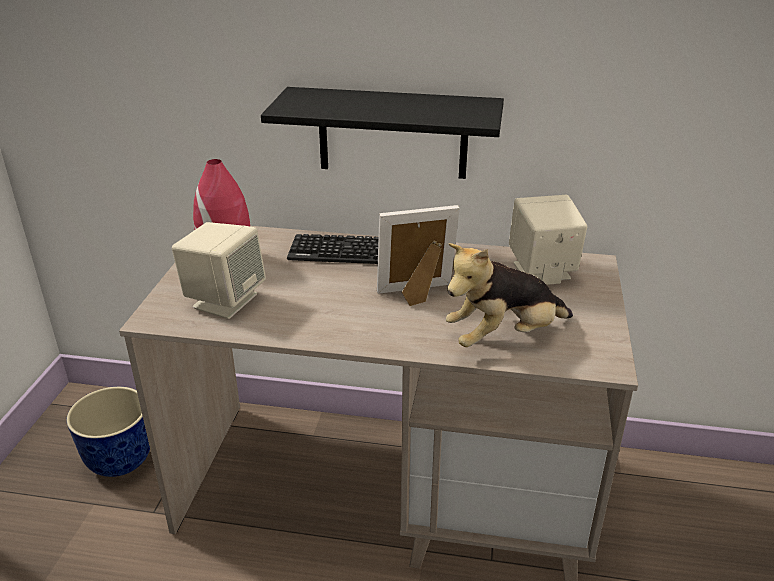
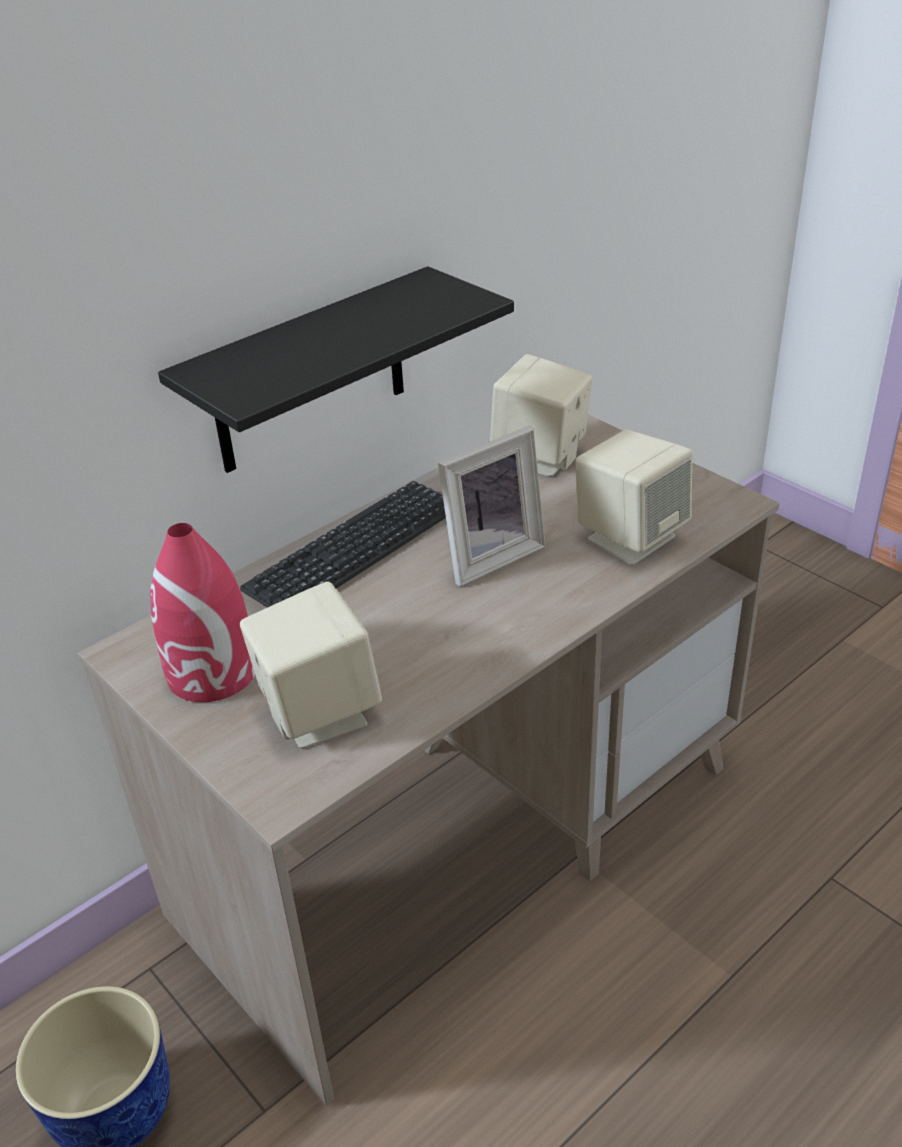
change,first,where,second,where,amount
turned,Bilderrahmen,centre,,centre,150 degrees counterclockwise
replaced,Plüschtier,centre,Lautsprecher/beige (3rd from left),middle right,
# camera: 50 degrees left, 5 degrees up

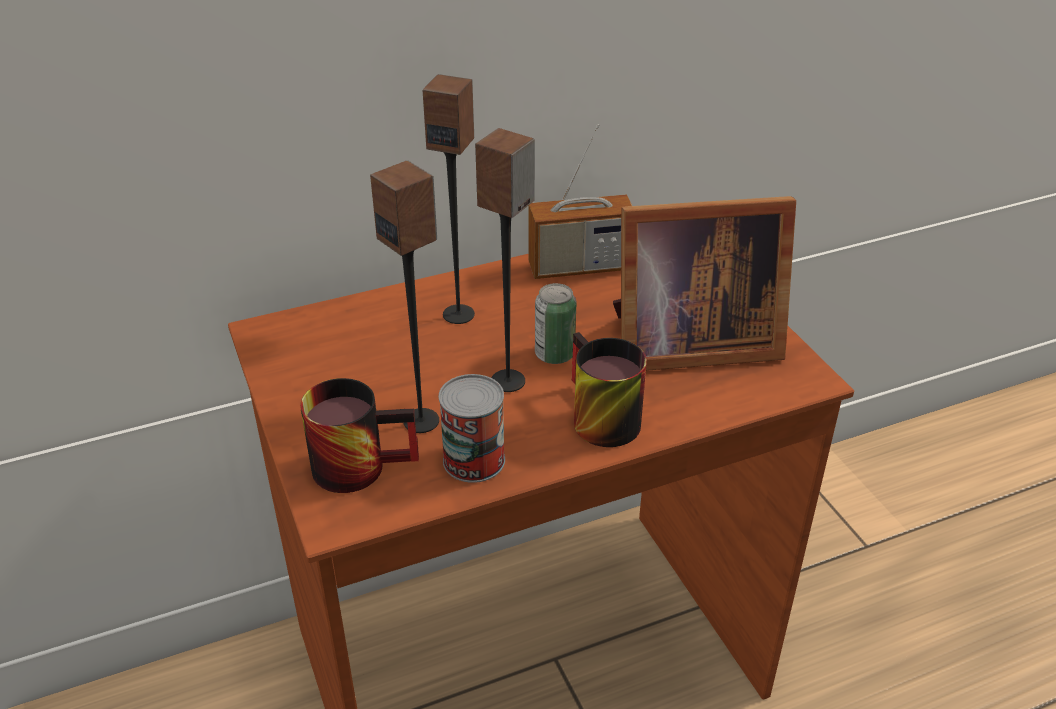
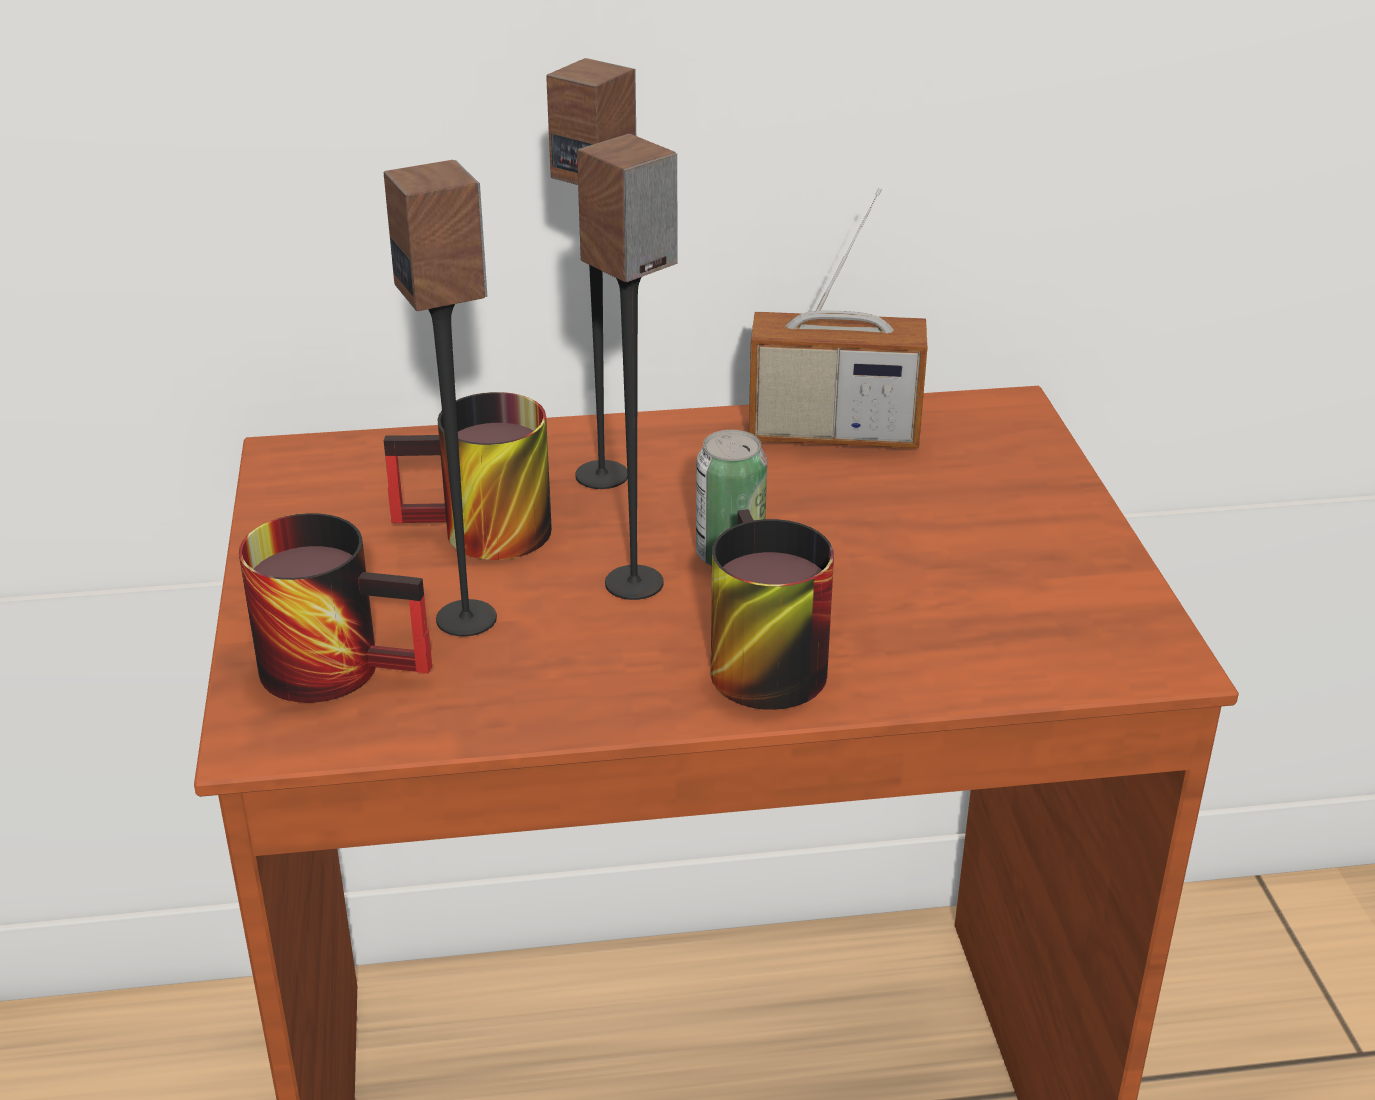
change,first,where,second,where,amount
added,,,Henkelbecher (2nd from left),centre,
removed,Dose (1st from left),centre,,,
removed,Bilderrahmen,middle right,,,
# camera: 15 degrees right, 5 degrees down

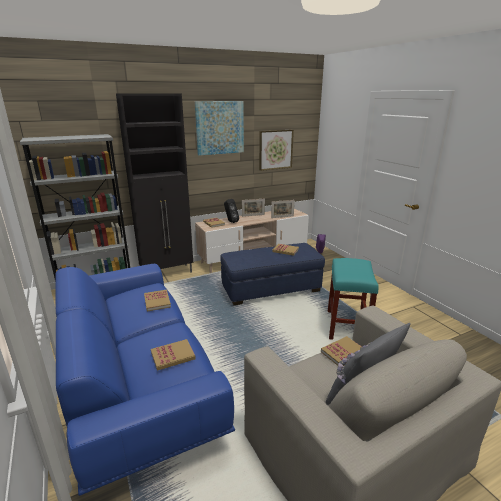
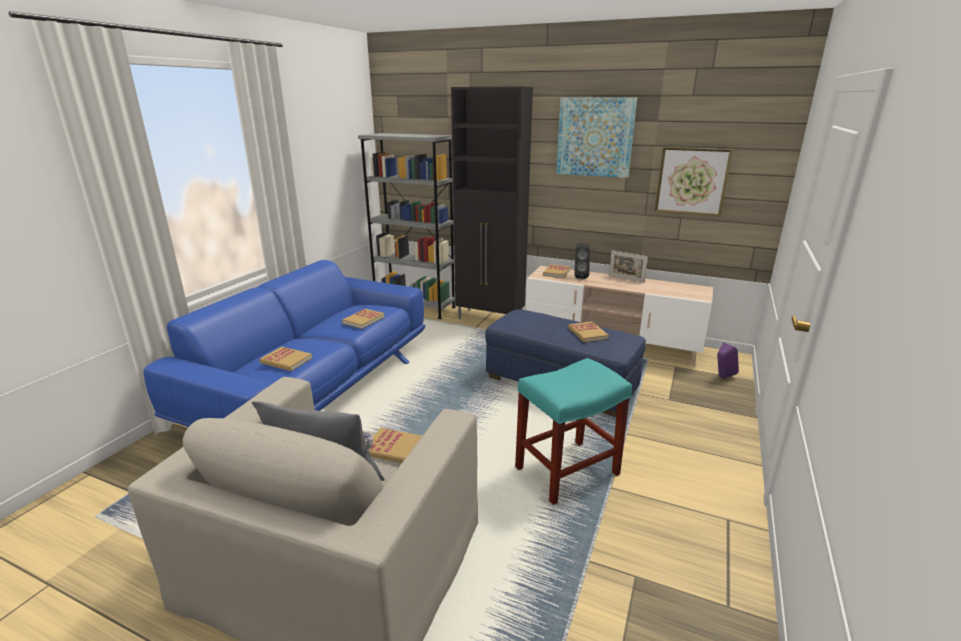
change,first,where,second,where,amount
removed,Bilderrahmen (2nd from left),centre,,,
# camera: 50 degrees right, 0 degrees up

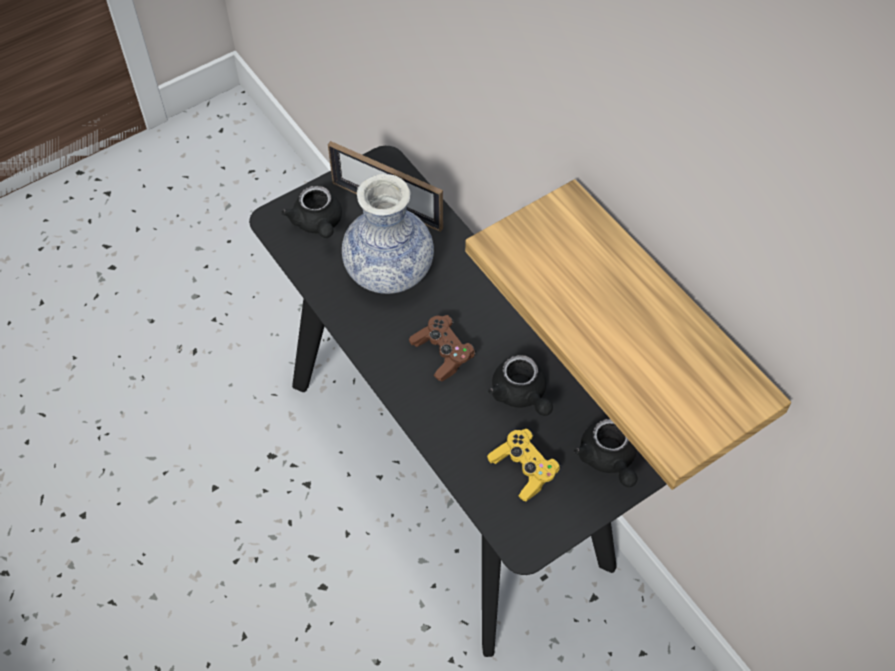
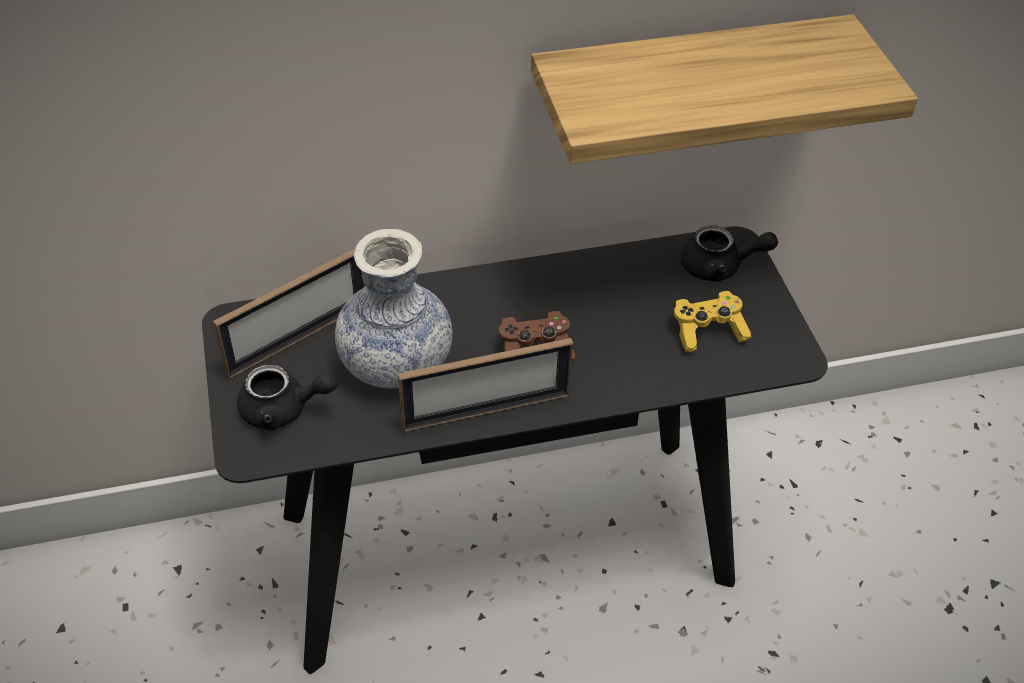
change,first,where,second,where,amount
added,,,Bilderrahmen (2nd from left),centre,
removed,Teekanne/schwarz (2nd from left),centre,,,
# camera: 70 degrees left, 10 degrees down

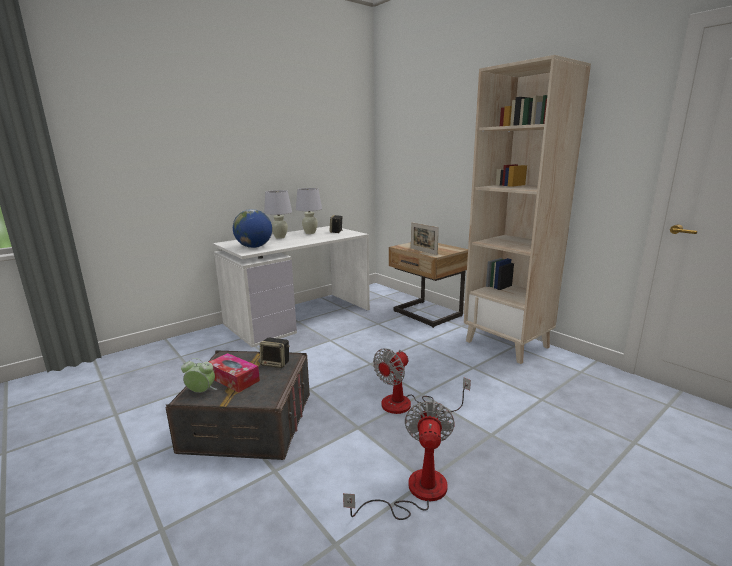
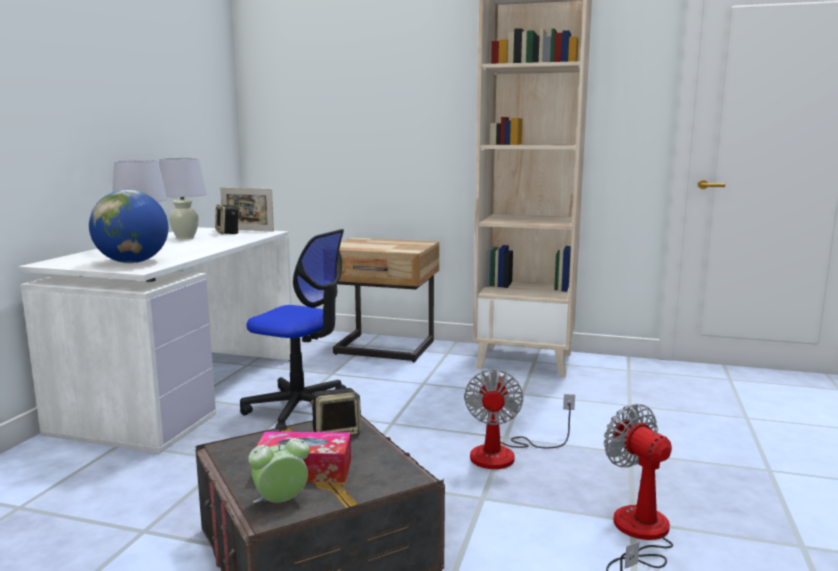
change,first,where,second,where,amount
moved,Bilderrahmen,centre,,middle left,
added,,,Bürostuhl,centre,
# camera: 35 degrees left, 5 degrees down

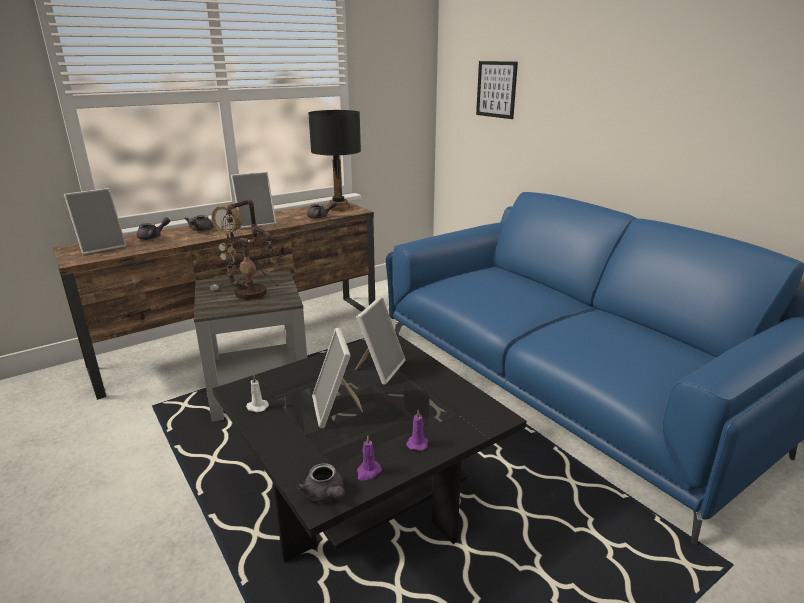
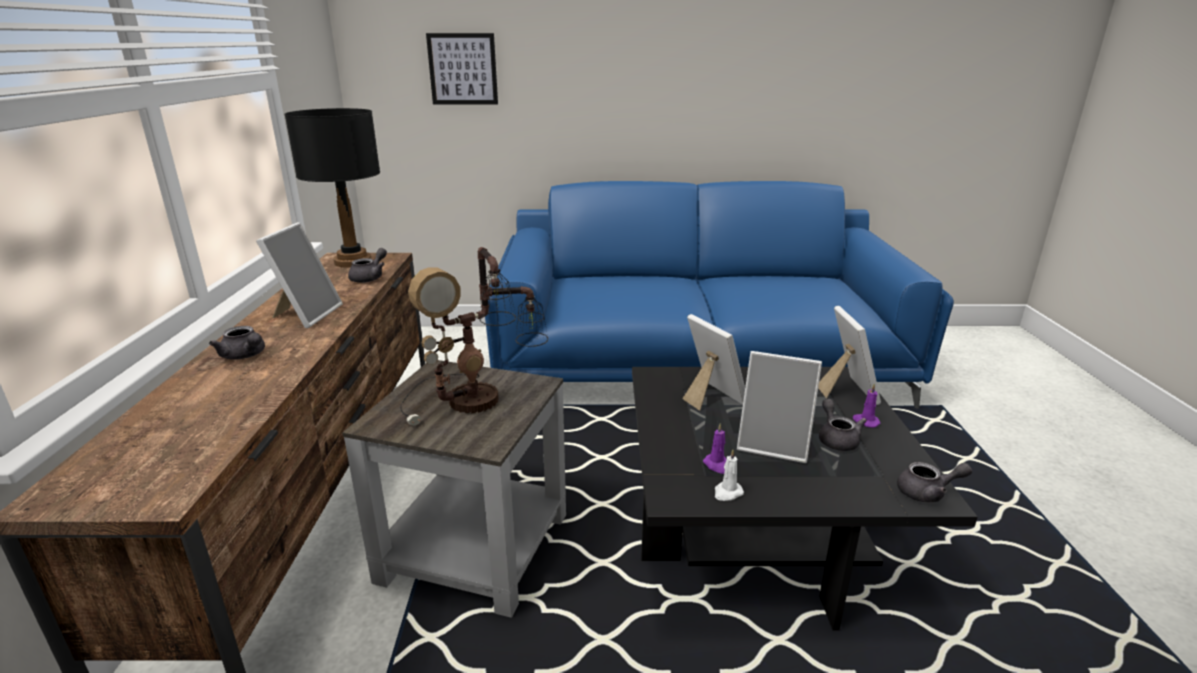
change,first,where,second,where,amount
moved,Kerze/lila (1st from left),bottom centre,,centre,
moved,Bilderrahmen (1st from left in the first image),middle left,Bilderrahmen (4th from left),middle right,
moved,Teekanne/grau (1st from left in the first image),middle left,Teekanne/grau (3rd from left),middle right,
# camera: 55 degrees left, 0 degrees up

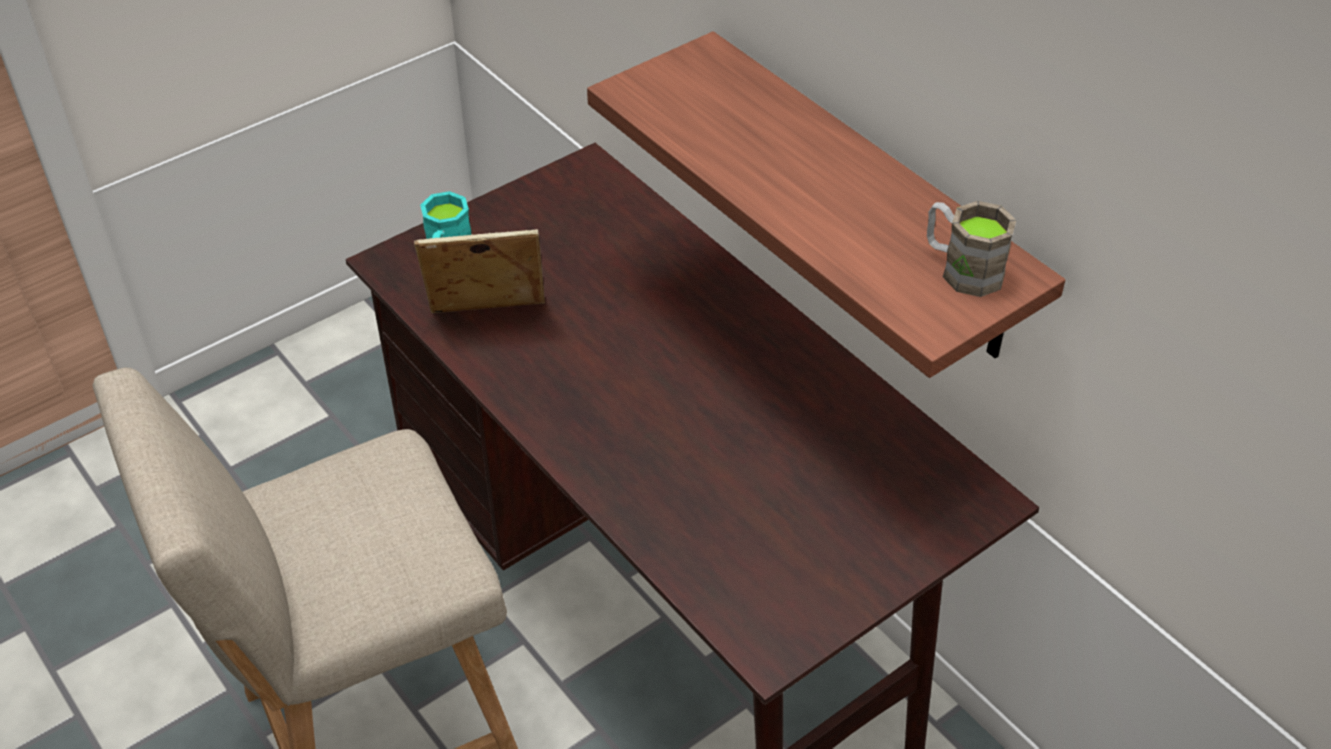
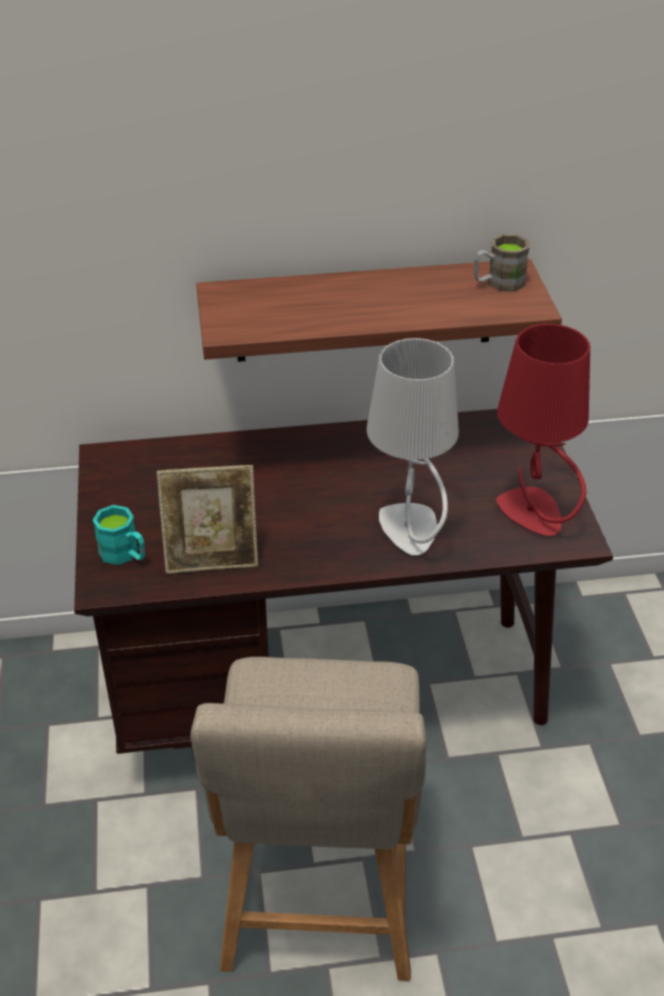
change,first,where,second,where,amount
turned,Bilderrahmen,centre,,middle left,120 degrees counterclockwise
added,,,Tischlampe/grau,centre,
added,,,Tischlampe/rot,middle right,
# camera: 60 degrees left, 5 degrees down

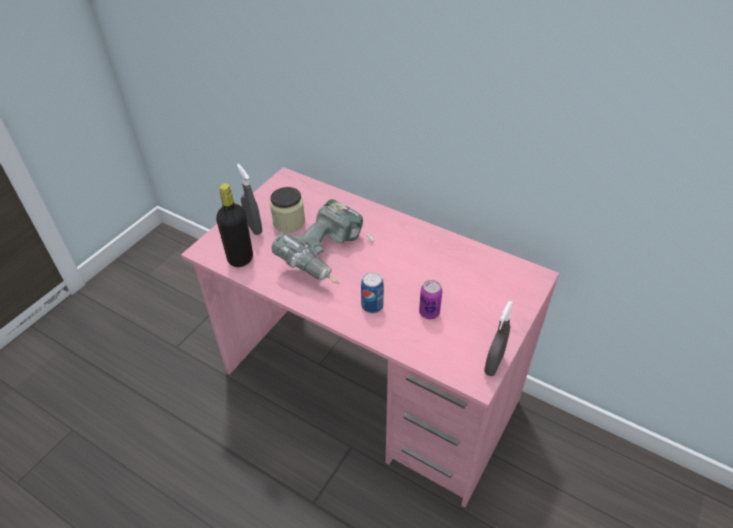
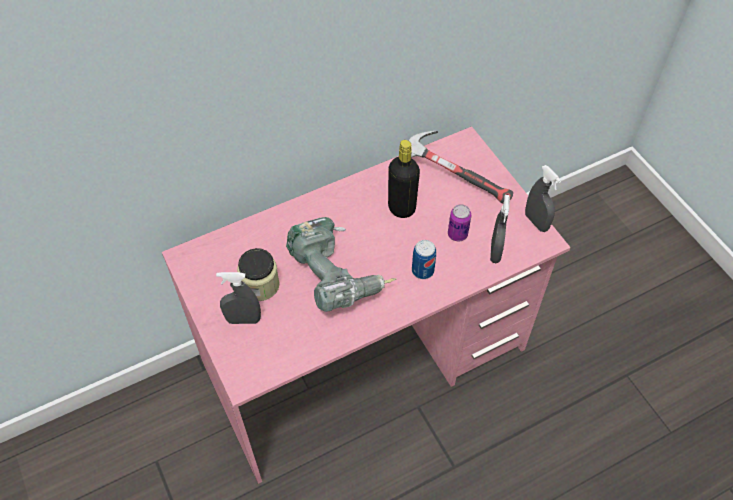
change,first,where,second,where,amount
moved,Flasche/schwarz,middle left,,centre,
added,,,Hammer,centre,
added,,,Sprühflasche/grau (2nd from left),middle right,
# camera: 60 degrees left, 10 degrees up

